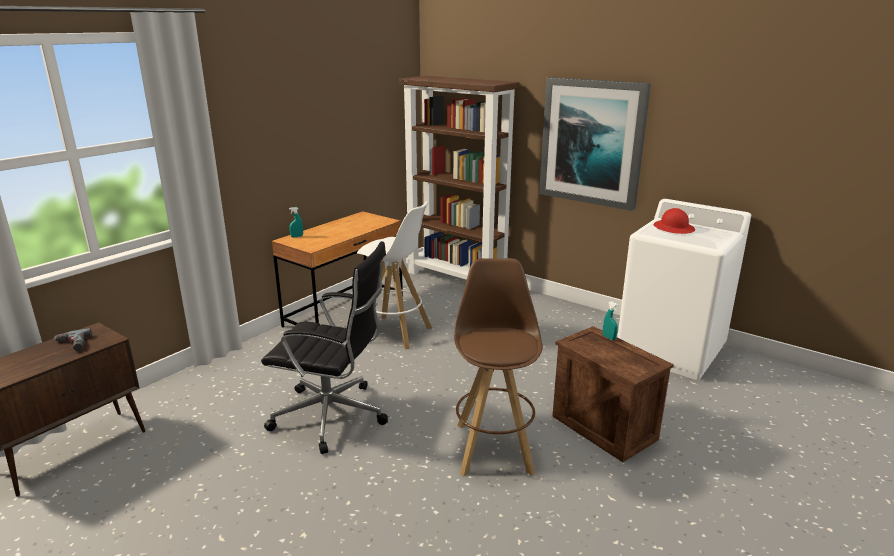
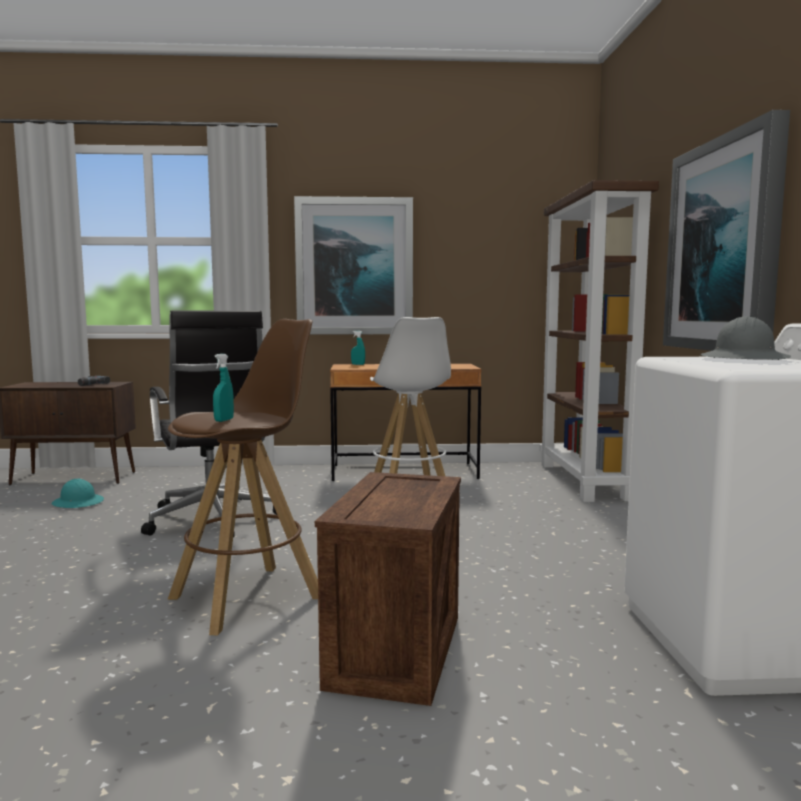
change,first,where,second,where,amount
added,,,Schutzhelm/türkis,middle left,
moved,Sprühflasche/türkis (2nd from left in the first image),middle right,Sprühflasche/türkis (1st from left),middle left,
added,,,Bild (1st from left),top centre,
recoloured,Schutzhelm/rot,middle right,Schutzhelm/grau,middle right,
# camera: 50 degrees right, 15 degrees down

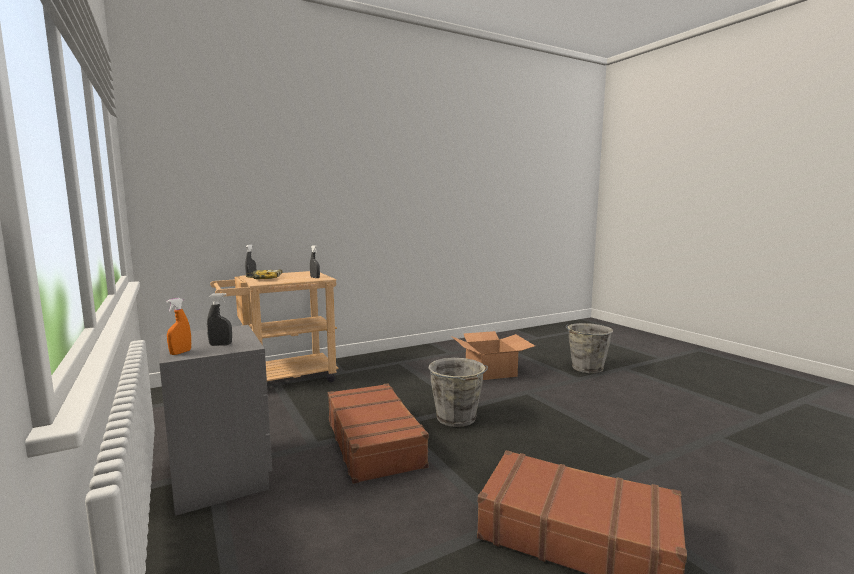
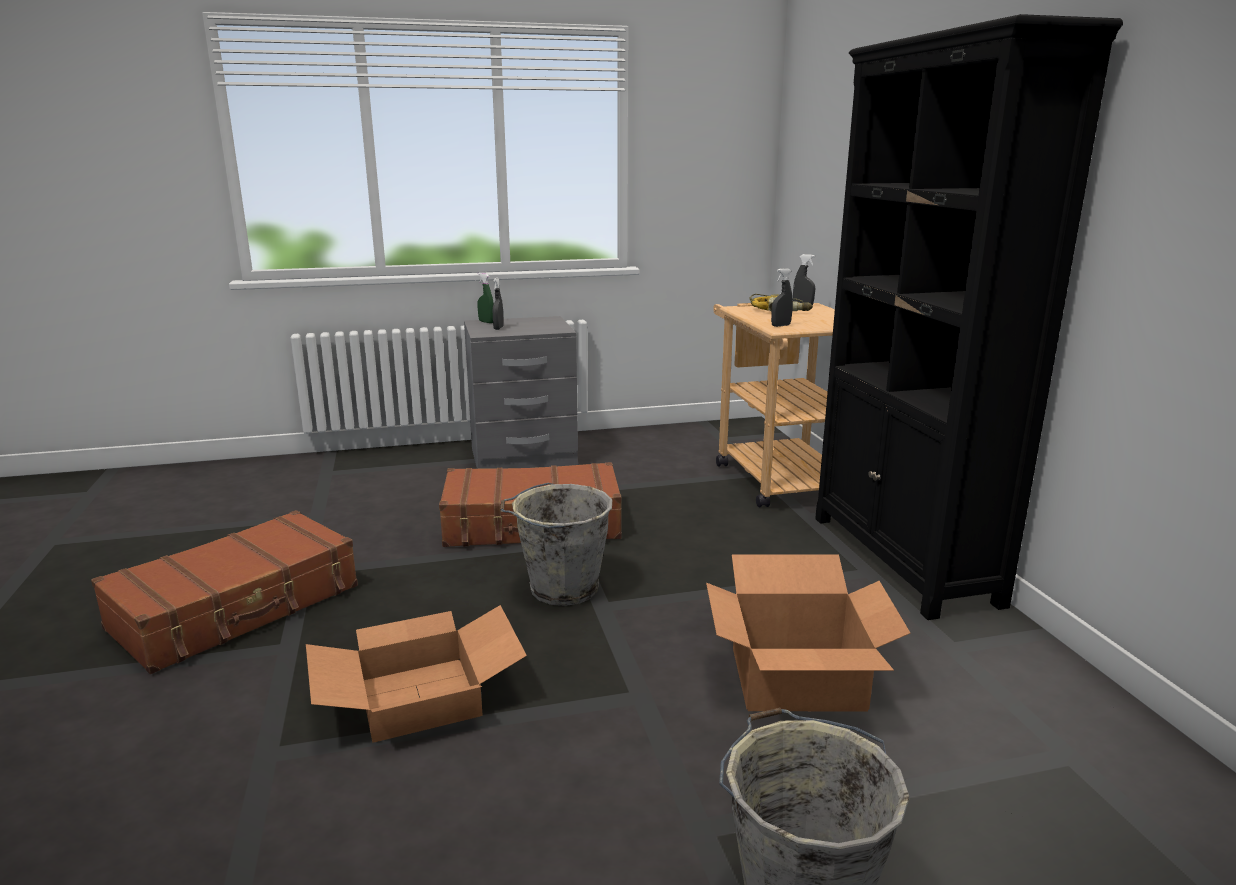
change,first,where,second,where,amount
added,,,Karton (1st from left),bottom centre,
recoloured,Sprühflasche/orange,middle left,Sprühflasche/grün,centre,
added,,,Bücherregal/schwarz,middle right,
# camera: 105 degrees right, 10 degrees up

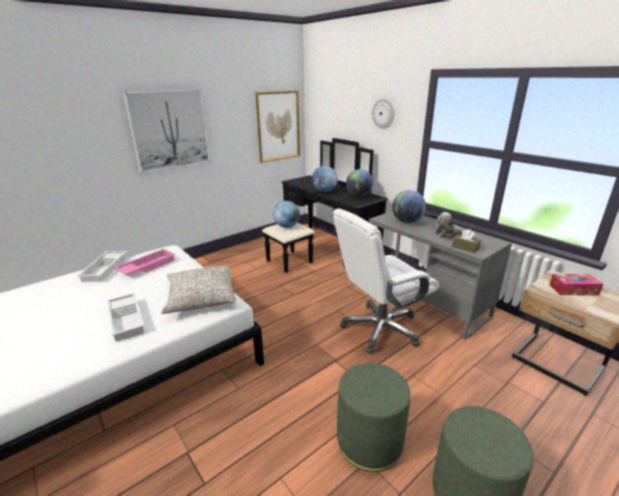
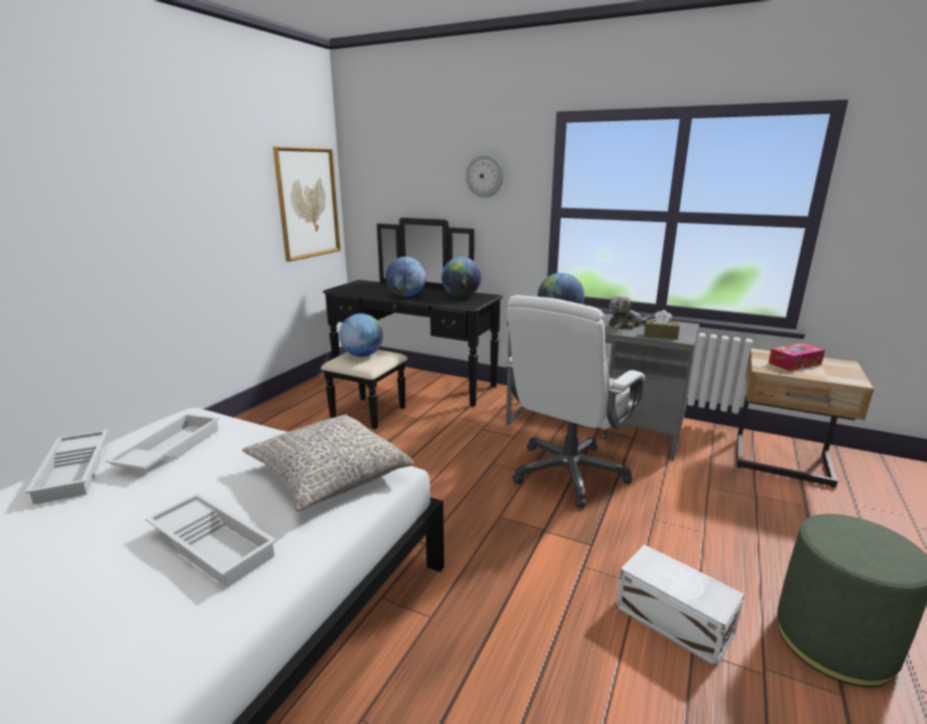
change,first,where,second,where,amount
recoloured,Tablett/rosa,middle left,Tablett/weiß (2nd from left),middle left,
replaced,Polsterhocker/grün (1st from left),bottom centre,Aufbewahrungsbox/weiß,bottom right,
removed,Bild (1st from left),top left,,,
# camera: 25 degrees left, 5 degrees down

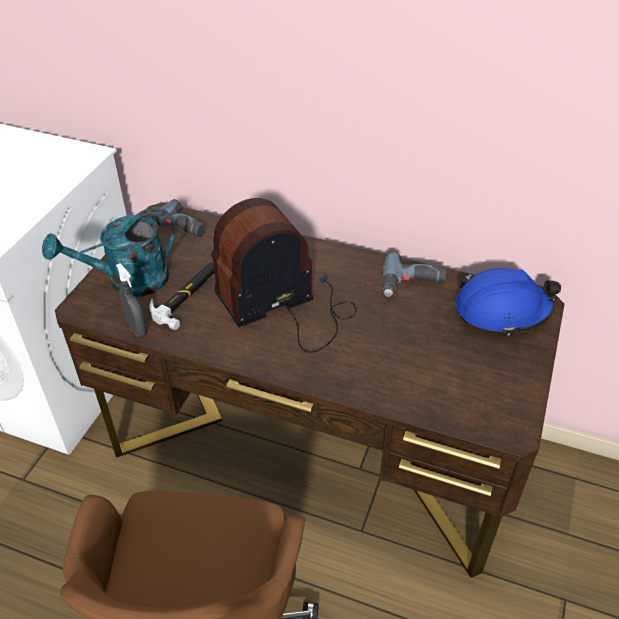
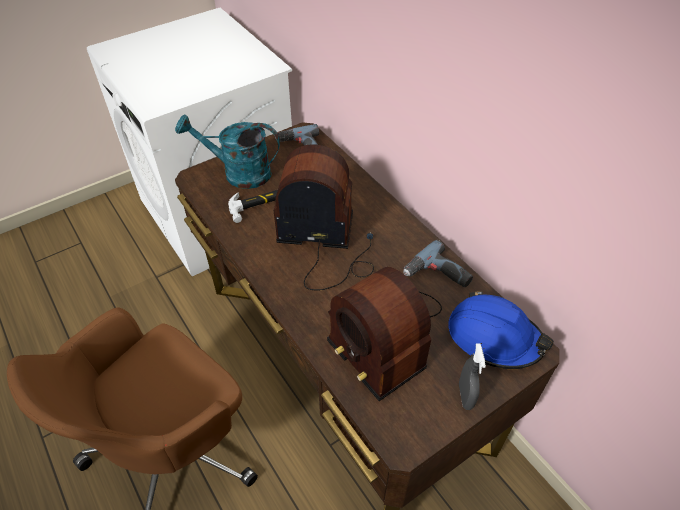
change,first,where,second,where,amount
added,,,Radio (2nd from left),centre,
moved,Sprühflasche/grau,middle left,,bottom right,
# camera: 35 degrees right, 5 degrees up

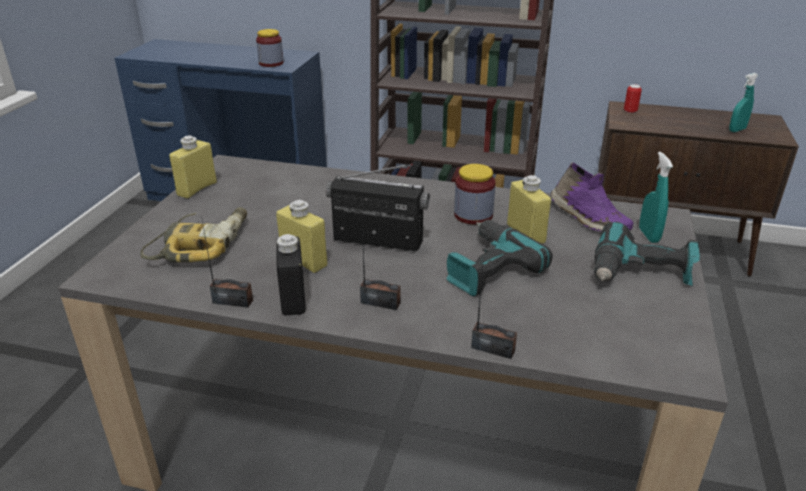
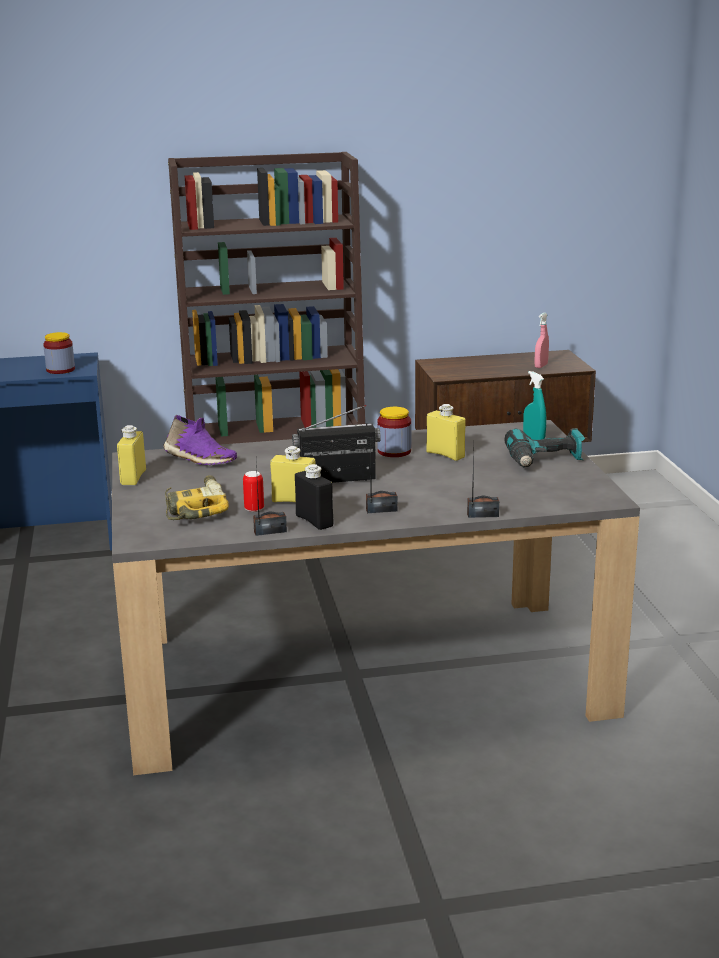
change,first,where,second,where,amount
moved,Schuh/lila,middle right,,middle left,
moved,Dose,top right,,centre,
recoloured,Sprühflasche/türkis (2nd from left),top right,Sprühflasche/rosa,middle right,
removed,Bohrmaschine (2nd from left),centre,,,
# camera: 25 degrees left, 10 degrees down

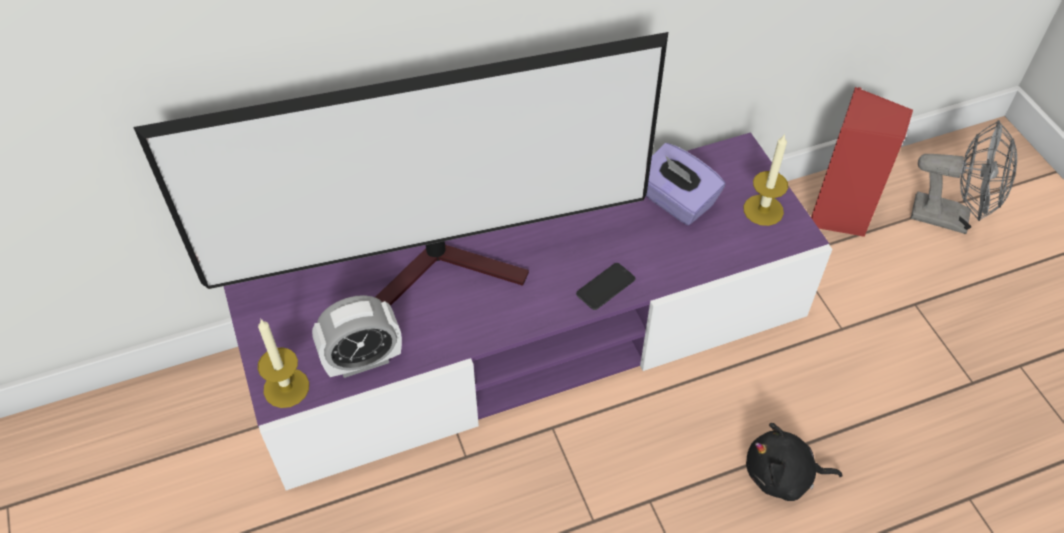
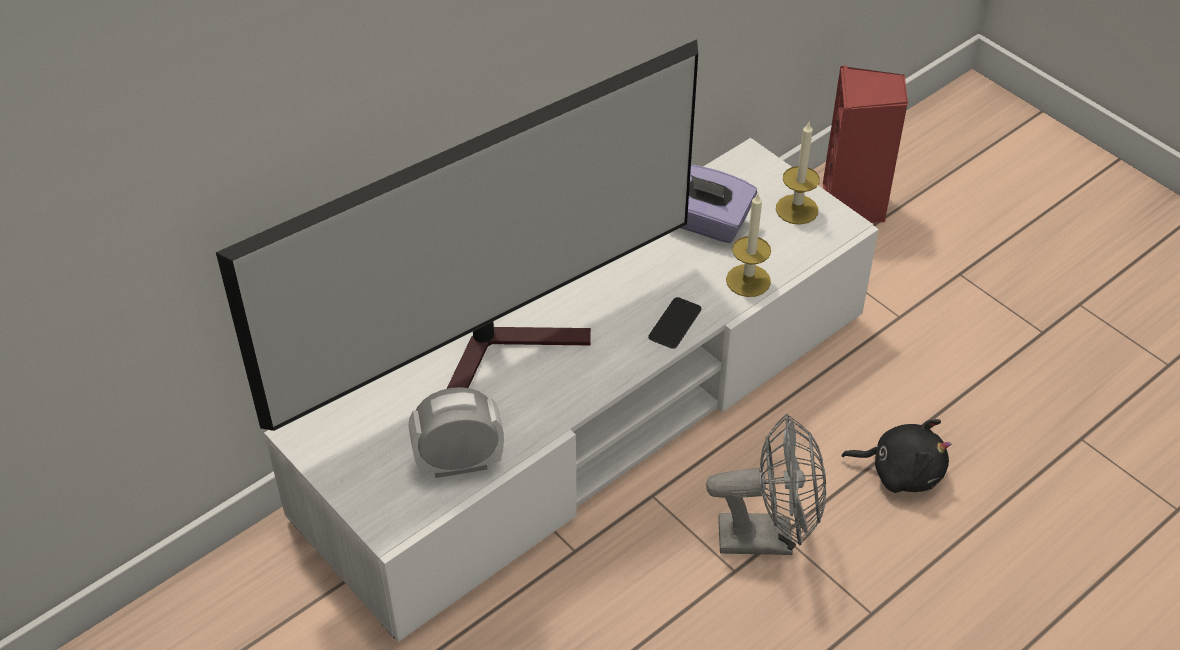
change,first,where,second,where,amount
recoloured,Fernsehschrank/lila,centre,Fernsehschrank/weiß,centre,
turned,Wecker,centre,,centre,150 degrees counterclockwise
moved,Ventilator/grau,top right,,bottom centre,
moved,Kerze (1st from left),bottom left,,centre,
turned,Plüschtier/schwarz,bottom right,,bottom right,150 degrees counterclockwise
# camera: 20 degrees left, 5 degrees down

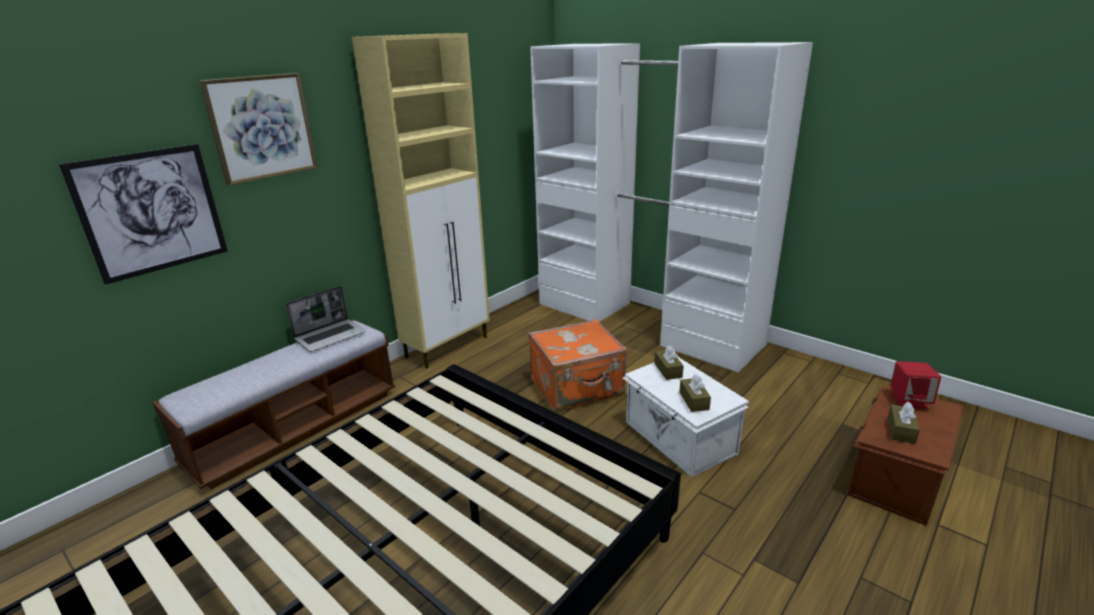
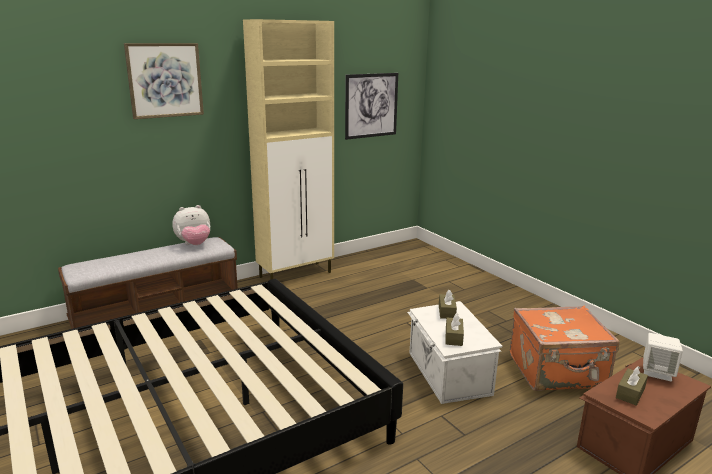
change,first,where,second,where,amount
replaced,Laptop,middle left,Plüschtier,middle left,
moved,Bild (1st from left in the first image),middle left,Bild (2nd from left),top centre,
moved,Koffer/orange,centre,,bottom right,
recoloured,Lautsprecher/rot,middle right,Lautsprecher/weiß,bottom right,
removed,Kleiderschrank/weiß,centre,,,
# camera: 15 degrees right, 5 degrees down

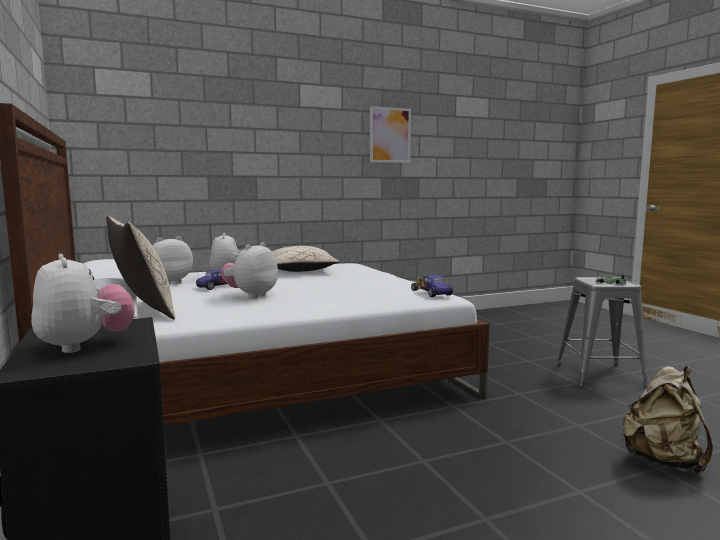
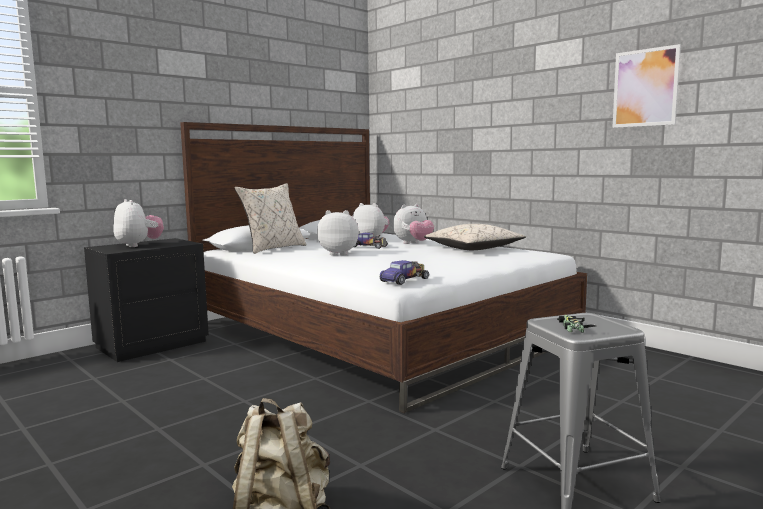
change,first,where,second,where,amount
turned,Plüschtier (1st from left),middle left,,middle left,75 degrees counterclockwise
# camera: 70 degrees right, 0 degrees up

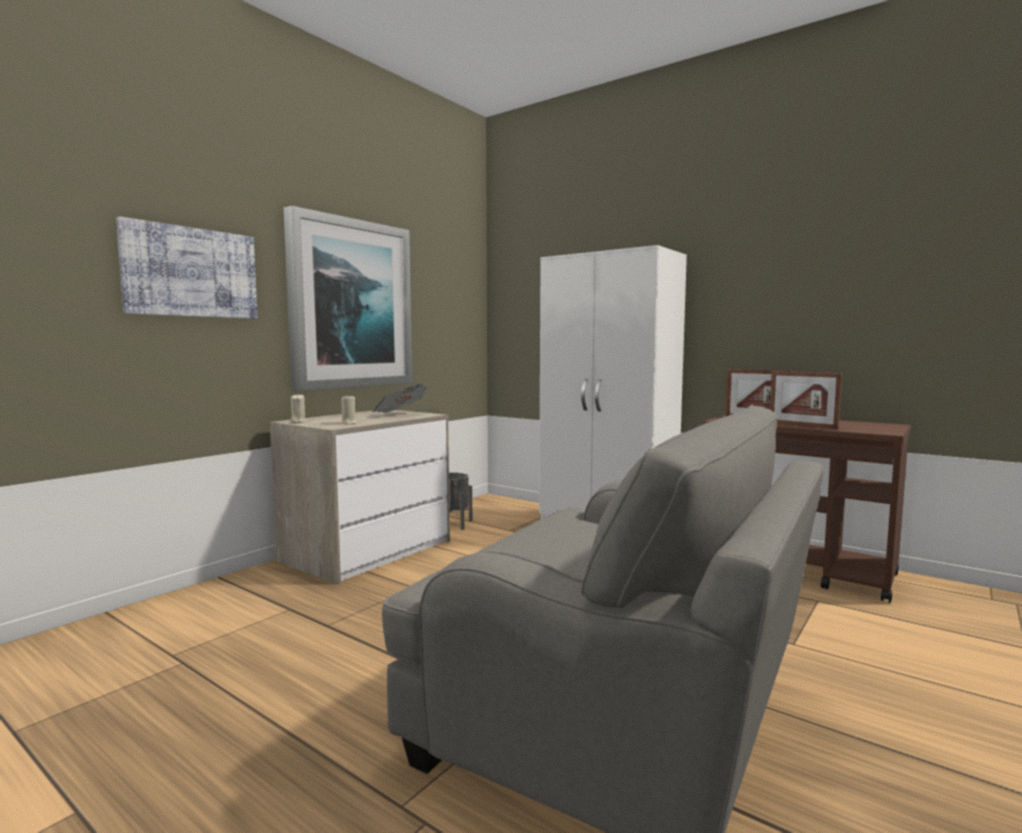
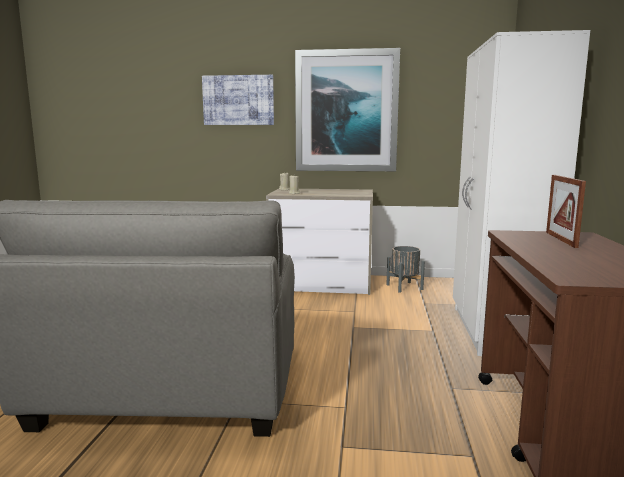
change,first,where,second,where,amount
removed,Zeitung,centre,,,
removed,Bilderrahmen (2nd from left),middle right,,,
# camera: 60 degrees right, 5 degrees up

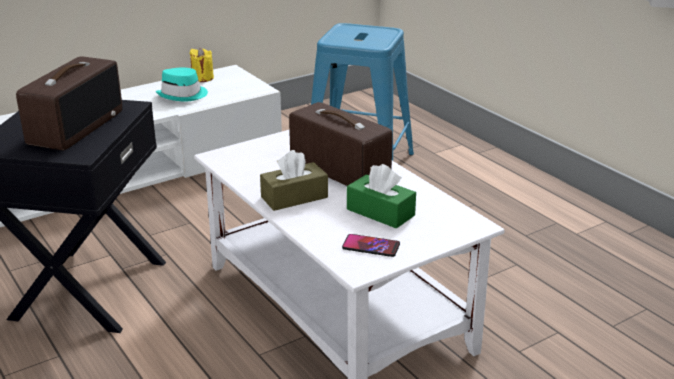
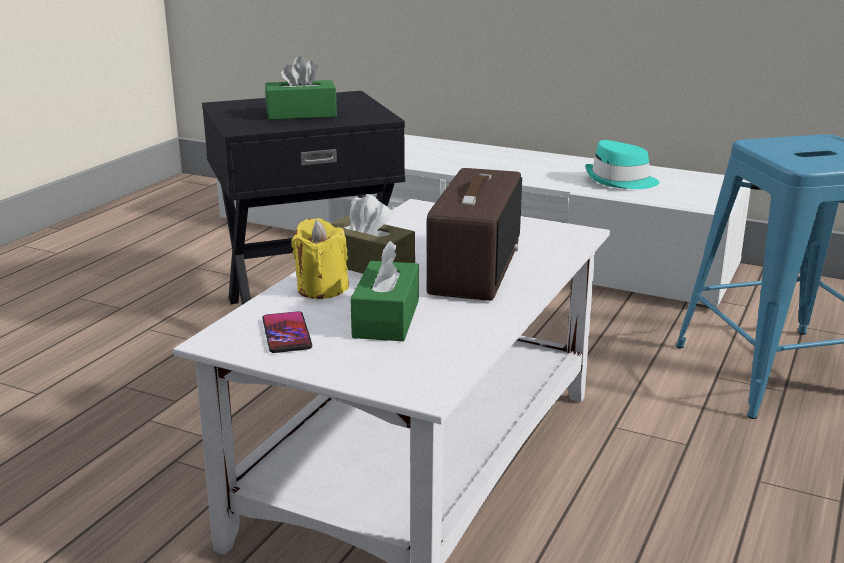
change,first,where,second,where,amount
replaced,Radio (1st from left),top left,Taschentuchbox/grün (1st from left),top centre,
moved,Kerze/gelb,top left,,centre,
# camera: 60 degrees right, 5 degrees down

